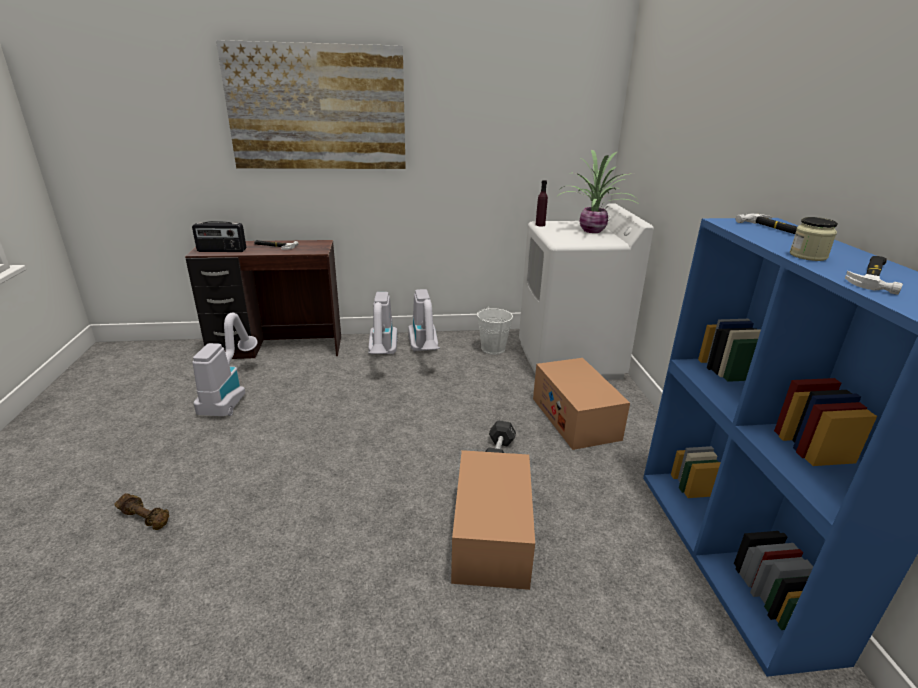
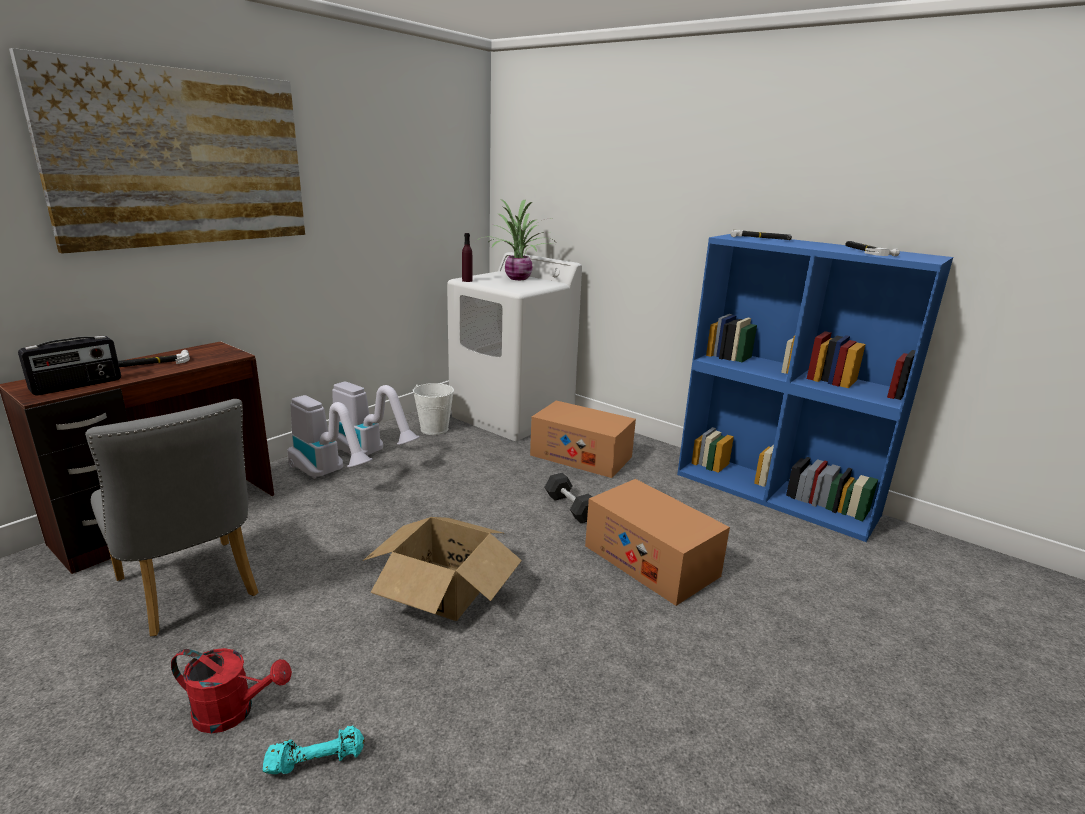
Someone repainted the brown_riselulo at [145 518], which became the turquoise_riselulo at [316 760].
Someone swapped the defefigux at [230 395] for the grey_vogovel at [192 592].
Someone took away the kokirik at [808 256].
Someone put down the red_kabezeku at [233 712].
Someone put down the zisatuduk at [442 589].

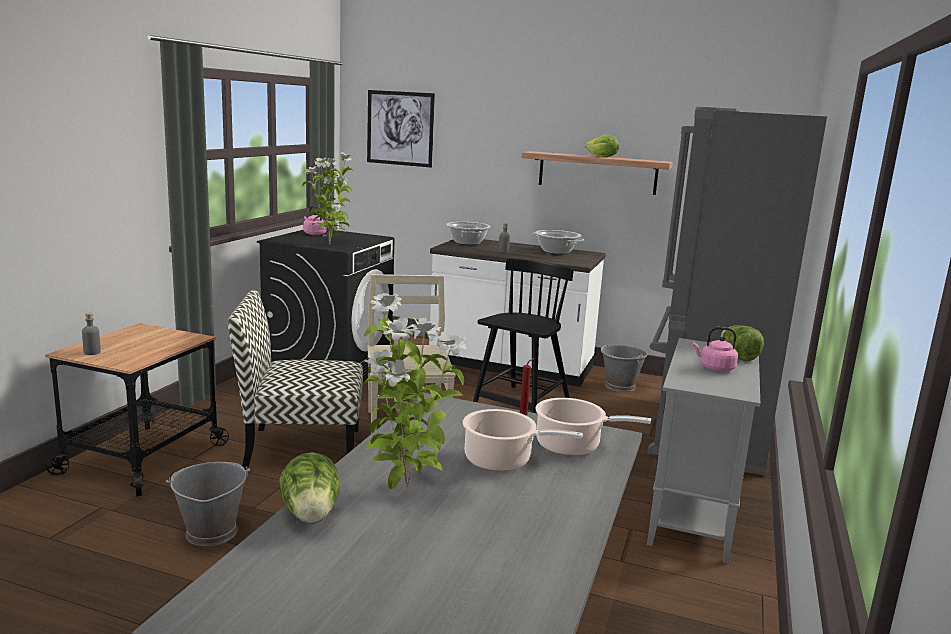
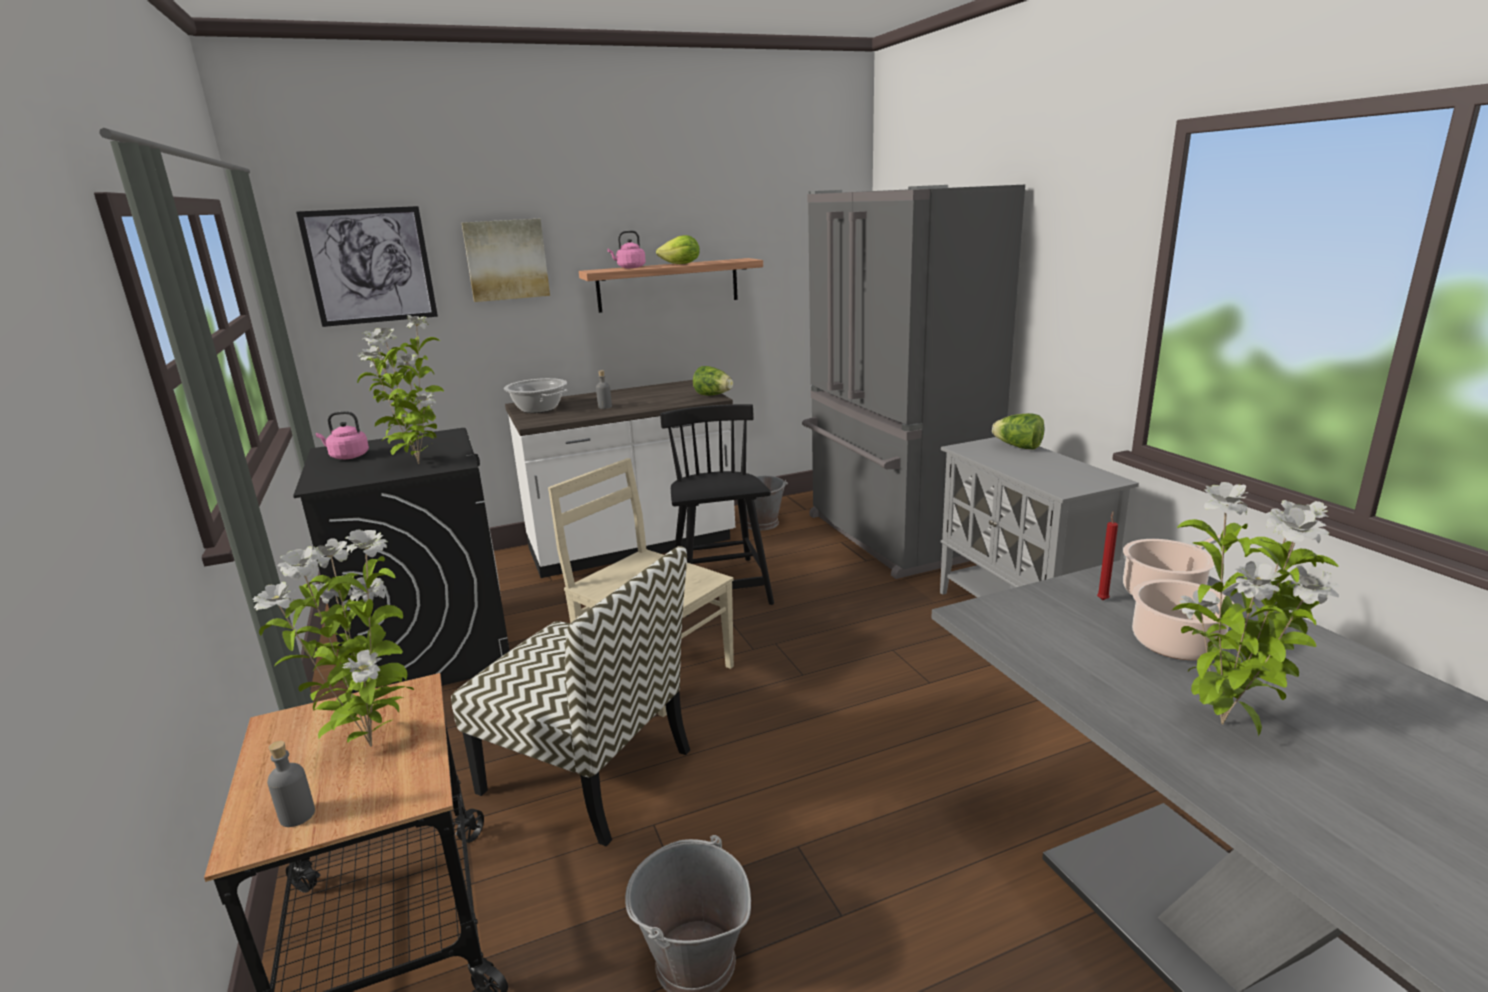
Someone rotated the vogovel at [300 448] by 105 degrees counterclockwise.
Someone carried the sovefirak from [311 515] to [713 395].
Someone took away the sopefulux at [556 251].
Someone carried the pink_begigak from [715 368] to [629 267].
Someone put down the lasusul at [371 744].
Someone put up the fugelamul at [506 260].

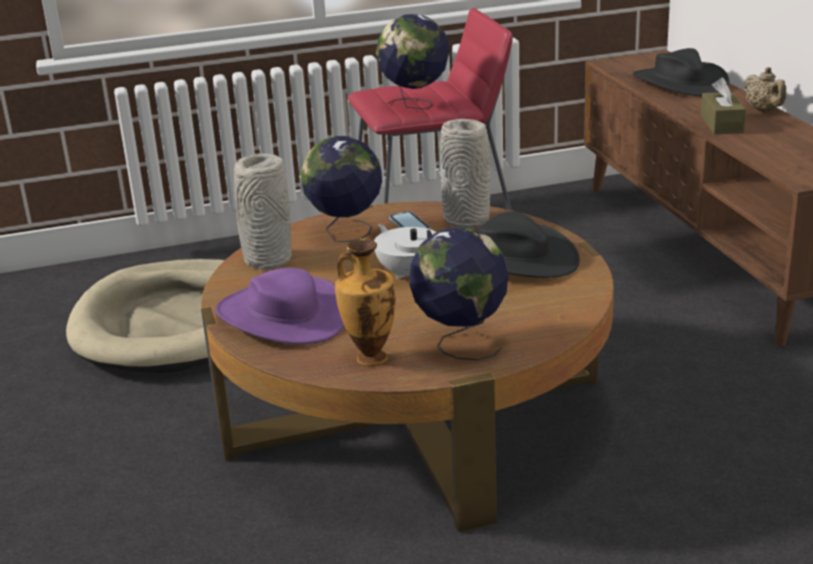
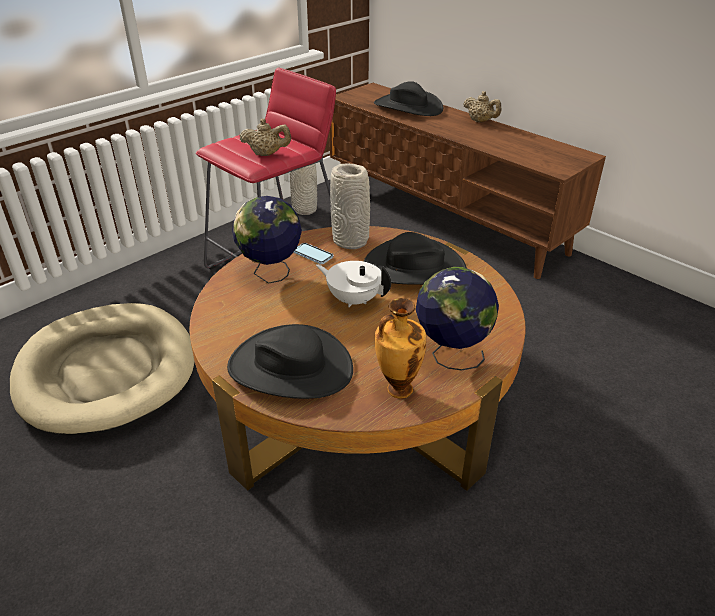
Someone repainted the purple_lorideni at [283 315], which became the black_lorideni at [290 367].
Someone carried the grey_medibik from [266 260] to [304 210].
Someone swapped the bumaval at [415 106] for the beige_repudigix at [266 154].
Someone took away the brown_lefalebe at [721 124].

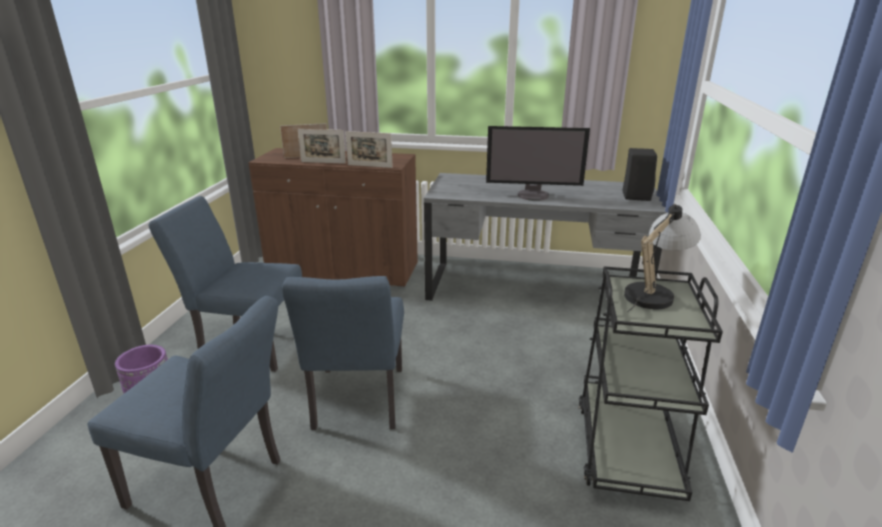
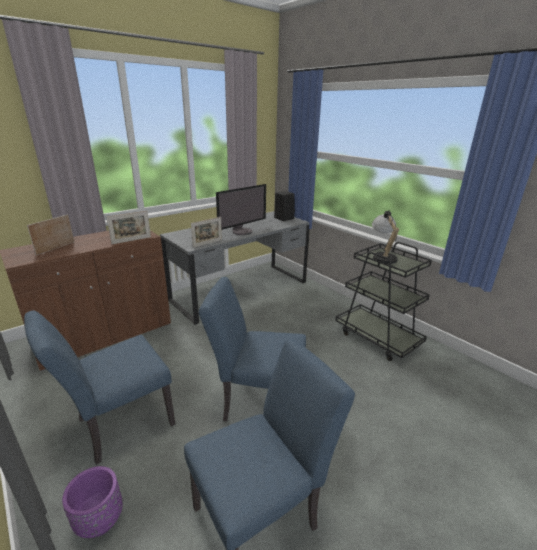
Someone rotated the blue_vogovel at [357 404] by 150 degrees clockwise.
Someone carried the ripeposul from [323 162] to [207 243].

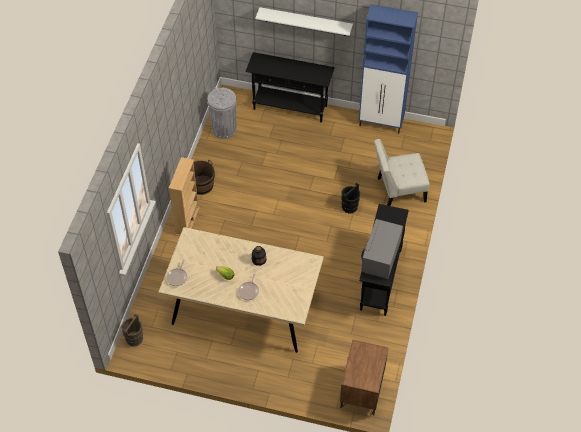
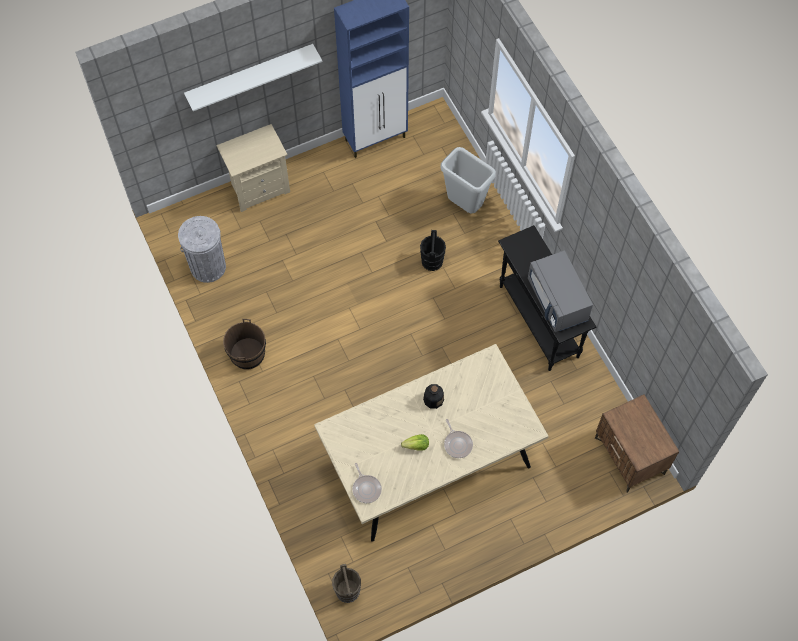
Someone took away the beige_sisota at [187 221].
Someone swapped the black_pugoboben at [290 108] for the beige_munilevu at [259 188].
Someone swapped the white_vogovel at [398 190] for the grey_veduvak at [464 205].

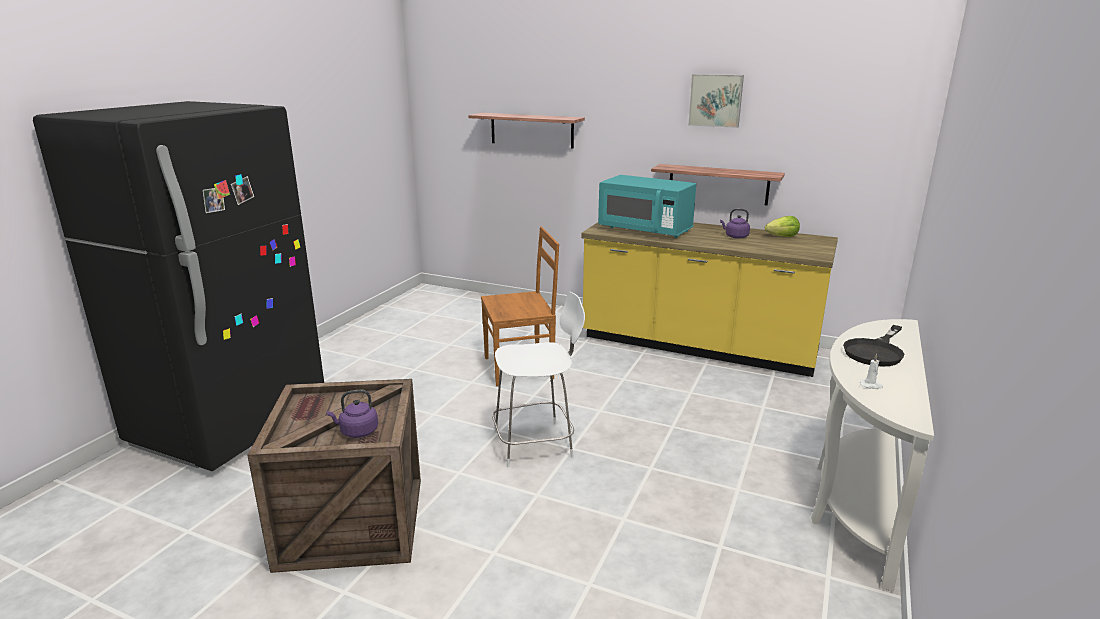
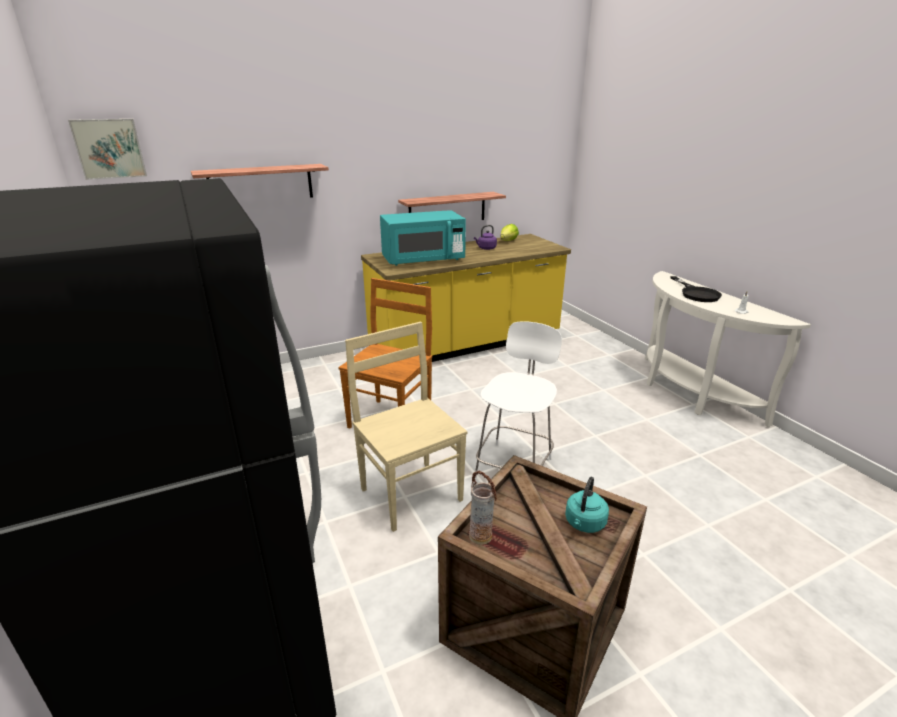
Someone repainted the purple_begigak at [357 432], which became the turquoise_begigak at [584 524].
Someone carried the fugelamul from [716 100] to [109 148].
Someone put down the beige_vogovel at [410 493].
Someone put down the medibik at [481 535].

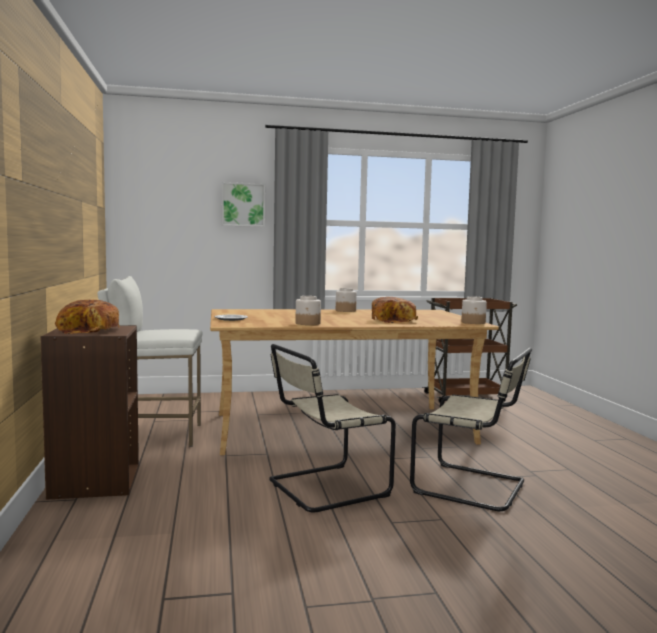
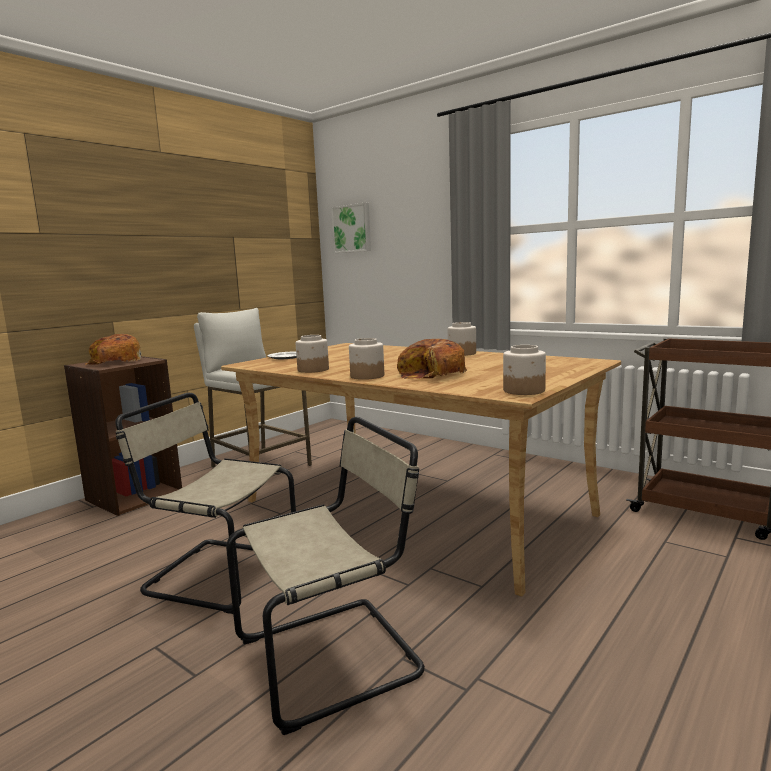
Someone carried the fugelamul from [243 204] to [352 228].
Someone rotated the beige_vogovel at [473 487] by 105 degrees counterclockwise.
Someone put down the kokirik at [367 376].

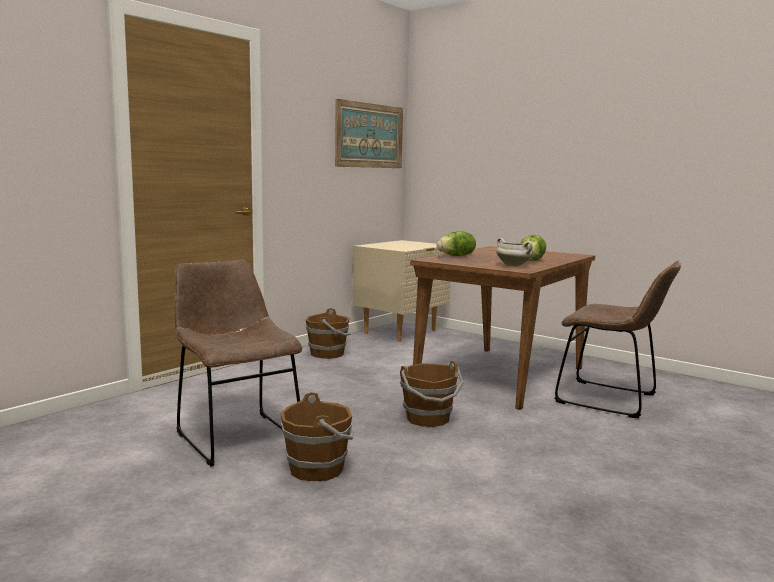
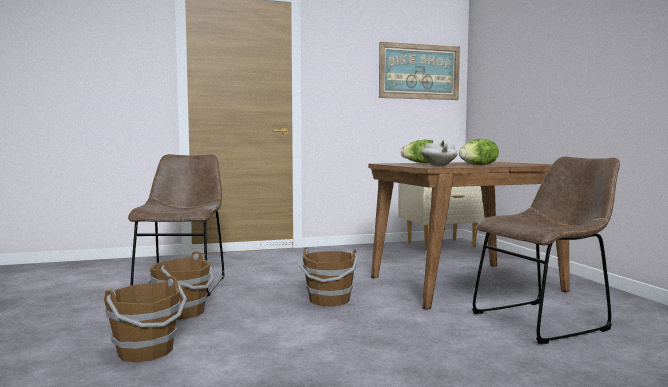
Someone carried the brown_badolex from [328 354] to [146 351].
Someone rotated the brown_vogovel at [612 400] by 90 degrees counterclockwise.

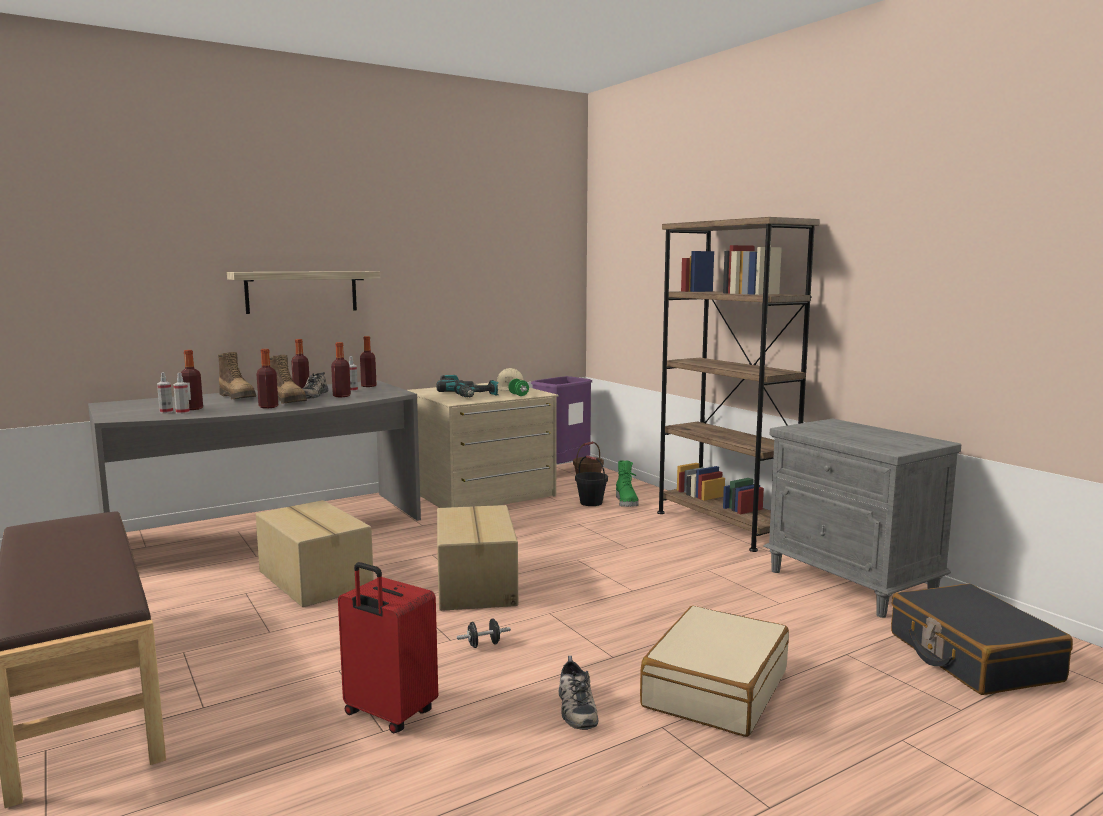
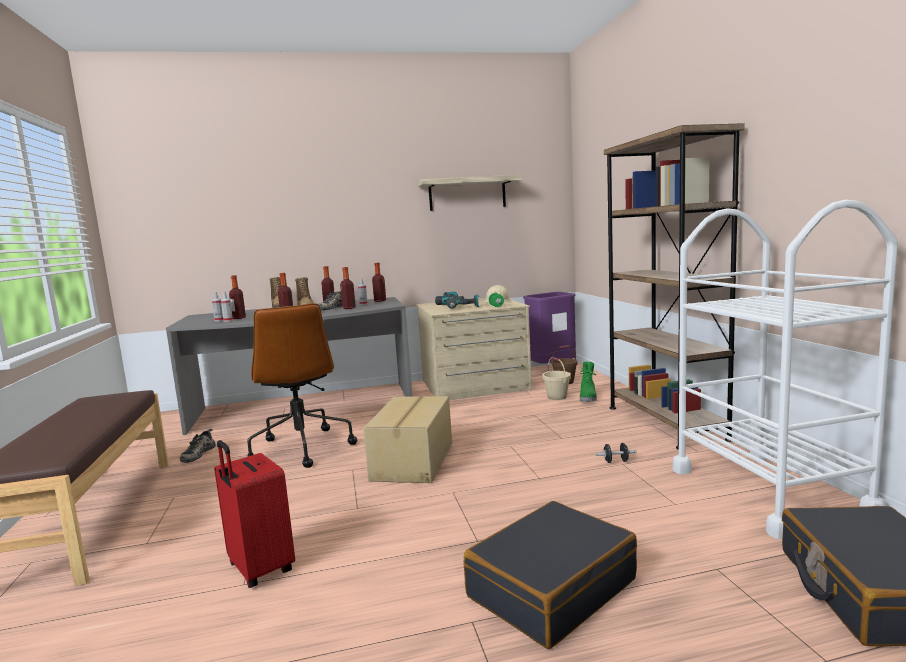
Someone carried the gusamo from [302 291] to [467 194].
Someone swapped the zisatuduk at [314 580] for the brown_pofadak at [301 448].
Someone carried the black_riselulo from [483 645] to [616 461].
Someone carried the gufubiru from [575 707] to [197 453].
Someone repainted the black_badolex at [591 503], which became the beige_badolex at [557 397].
Someone repainted the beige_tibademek at [714 688], which became the black_tibademek at [551 587].
Someone swapped the grey_munilevu at [852 584] for the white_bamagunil at [768 491].

